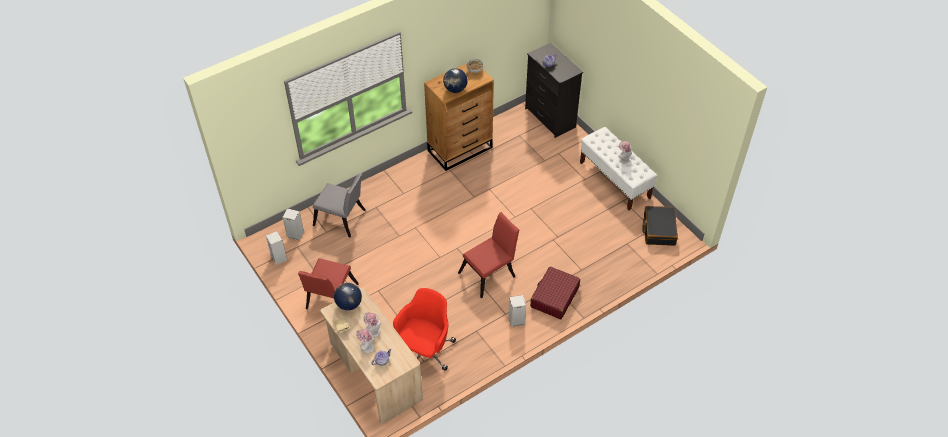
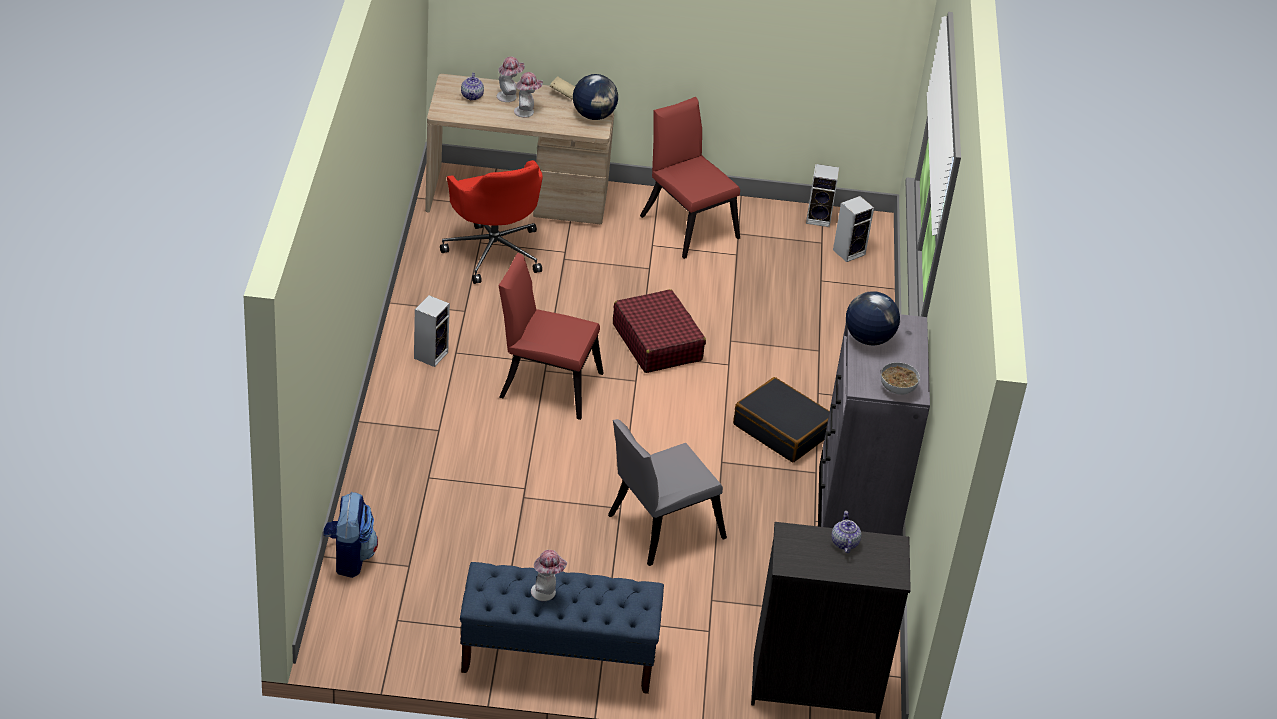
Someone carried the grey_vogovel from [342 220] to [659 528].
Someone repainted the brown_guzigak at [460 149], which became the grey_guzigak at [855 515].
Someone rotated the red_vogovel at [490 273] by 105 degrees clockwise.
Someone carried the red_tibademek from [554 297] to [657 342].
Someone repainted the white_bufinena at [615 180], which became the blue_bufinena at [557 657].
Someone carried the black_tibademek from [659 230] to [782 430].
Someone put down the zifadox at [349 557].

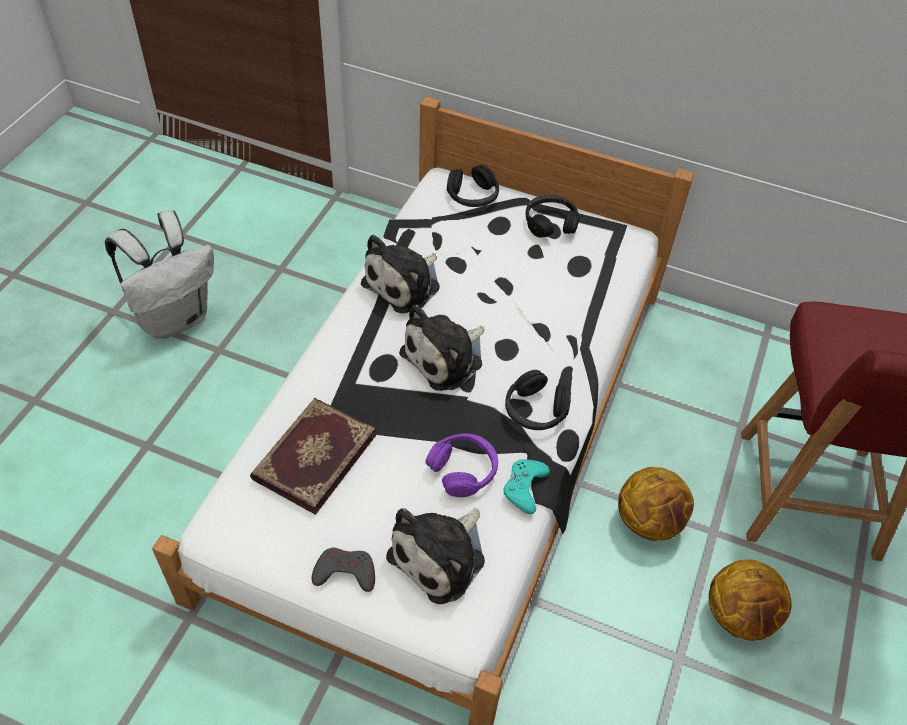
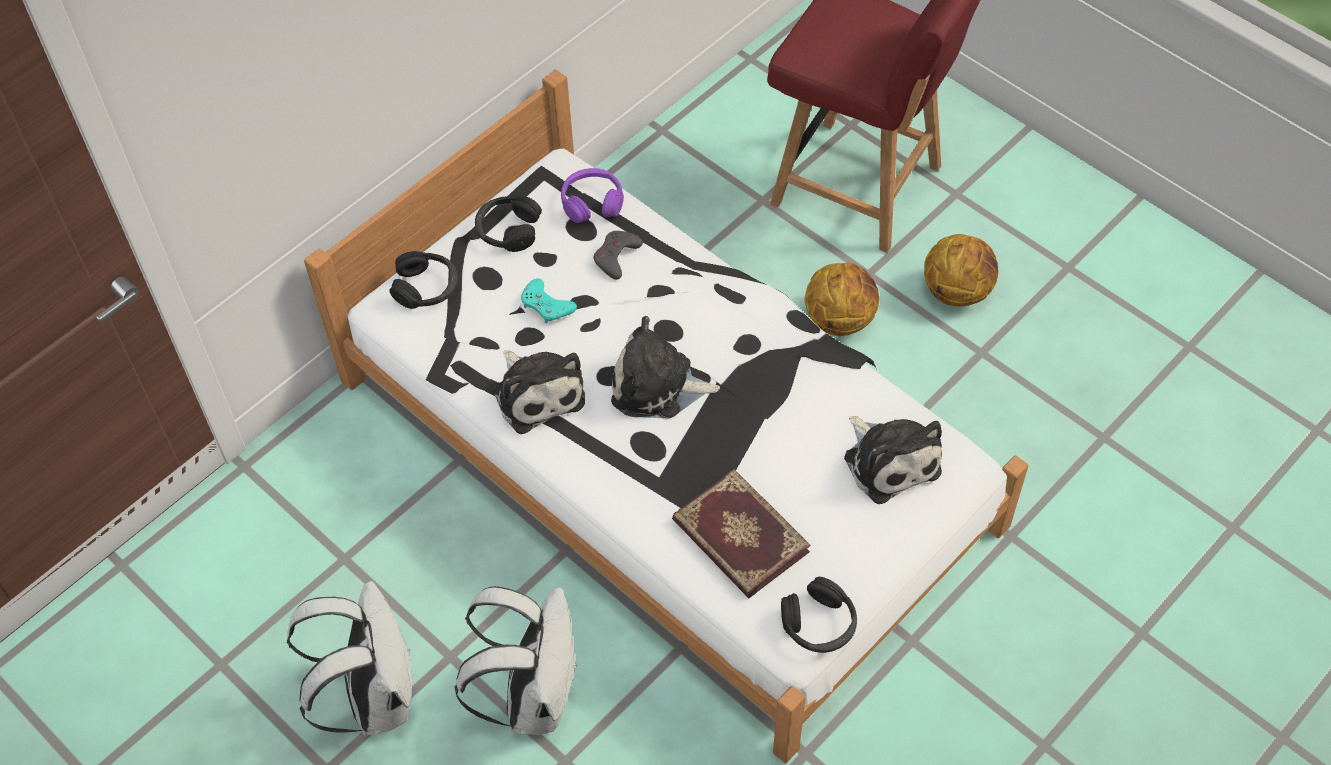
Someone carried the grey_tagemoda from [345 572] to [616 257].
Someone rotated the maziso at [446 357] by 120 degrees clockwise.
Someone carried the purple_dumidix from [463 470] to [592 202].
Someone carried the turquoise_tagemoda from [524 487] to [546 305].
Someone carried the black_dumidix from [535 410] to [819 624].
Someone put down the white_zifadox at [533 696].

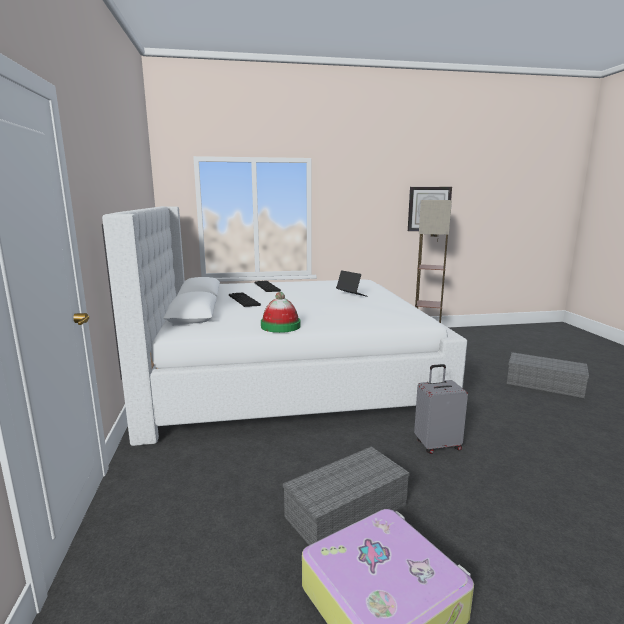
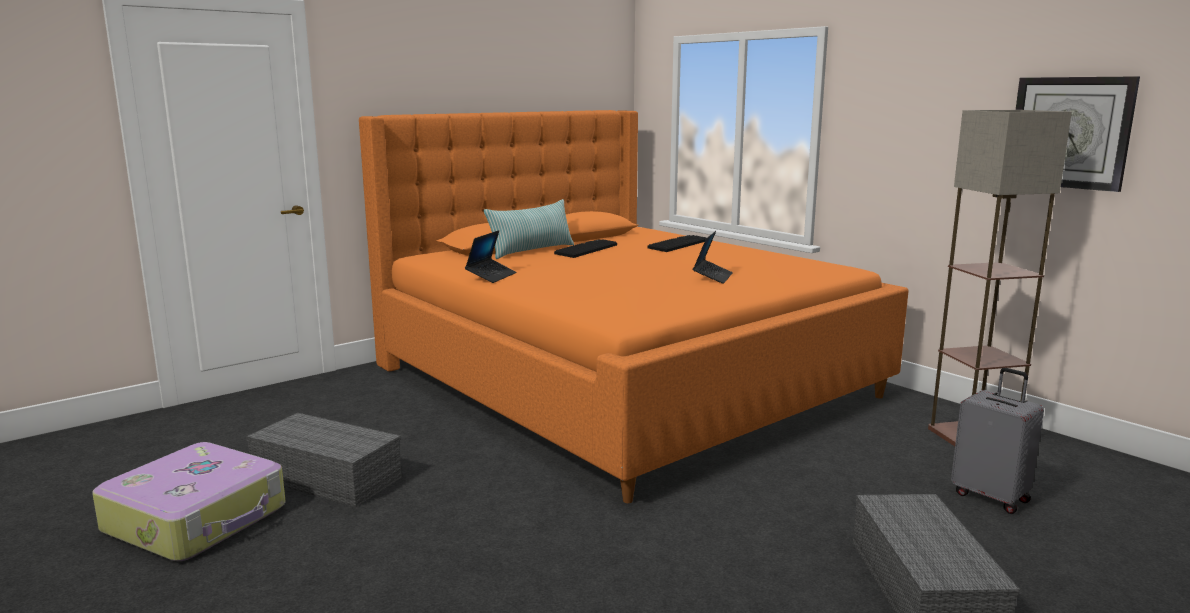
Someone repainted the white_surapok at [287 375], which became the orange_surapok at [622 379].
Someone swapped the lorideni at [280 326] for the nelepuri at [491 276].
Someone carried the grey_tibademek from [437 445] to [991 496].
Someone put down the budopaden at [531 251].

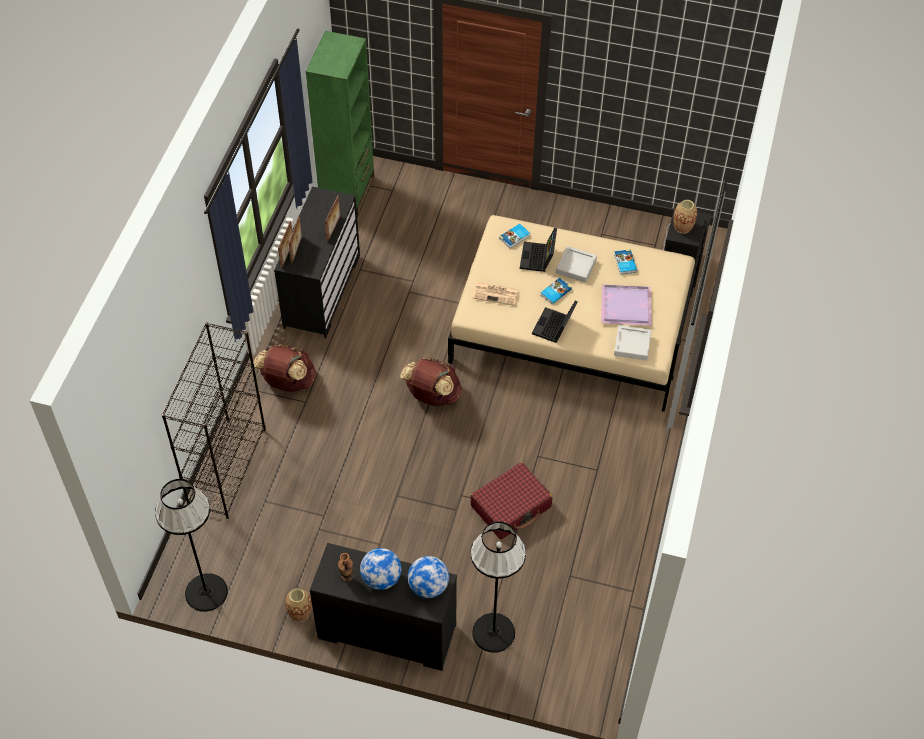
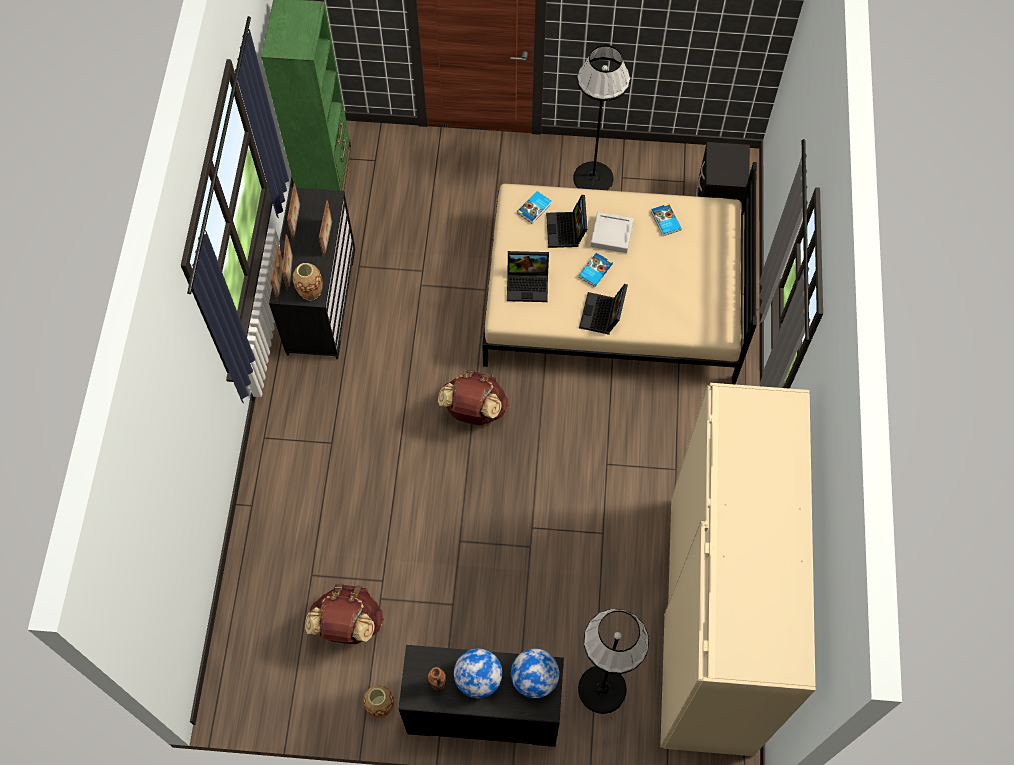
Someone carried the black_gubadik from [206 592] to [593 178].
Someone took away the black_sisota at [227 467].
Someone carried the brown_zifadox from [288 382] to [348 625].
Someone took away the red_tibademek at [511 506].
Someone swapped the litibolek at [496 294] for the nelepuri at [528 284].
Someone took away the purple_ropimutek at [625 305].
Someone took away the grey_ropimutek at [632 345].
Someone carried the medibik from [682 227] to [310 291].
Someone put down the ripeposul at [296 221].
Someone put down the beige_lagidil at [709 623].

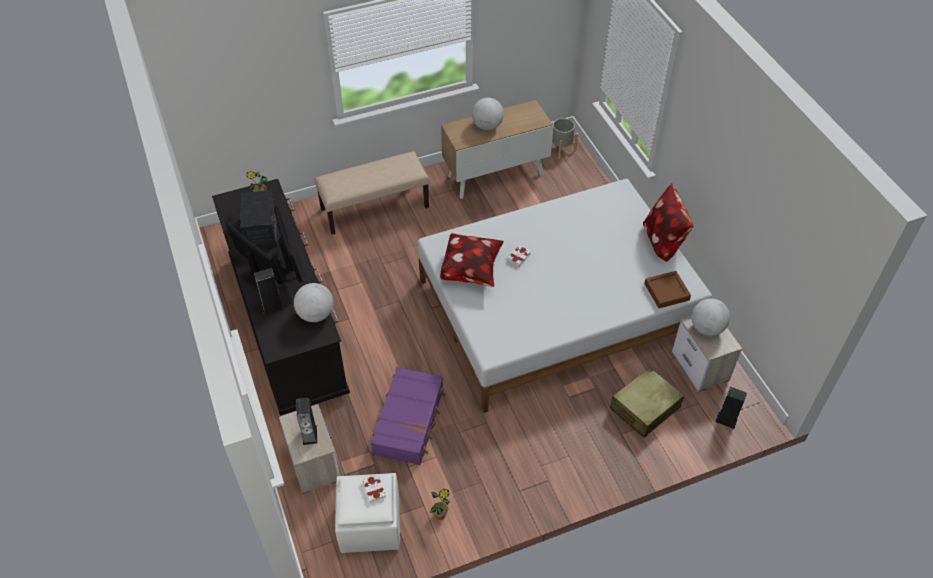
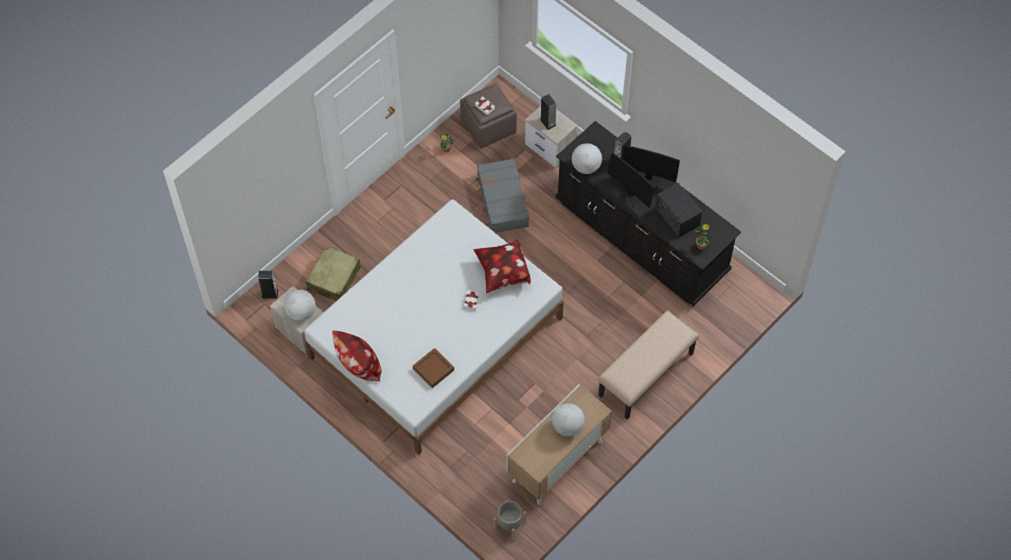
Someone repainted the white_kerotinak at [369 525], which became the brown_kerotinak at [488 126].
Someone repainted the purple_tibademek at [409 421], which became the grey_tibademek at [502 201].
Someone carried the brown_ropimutek from [666 292] to [433 369].

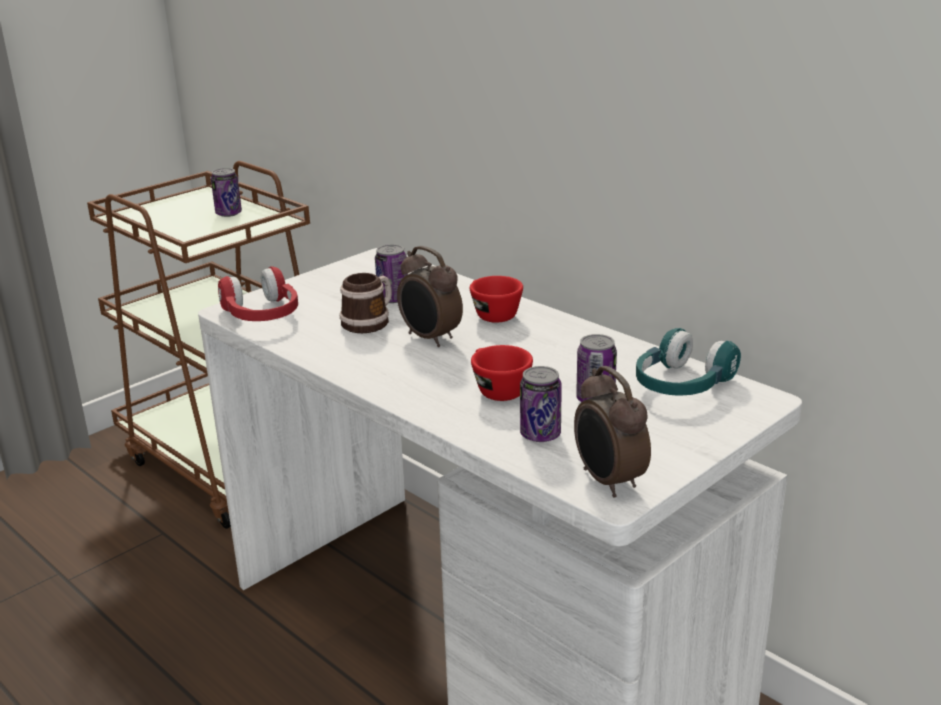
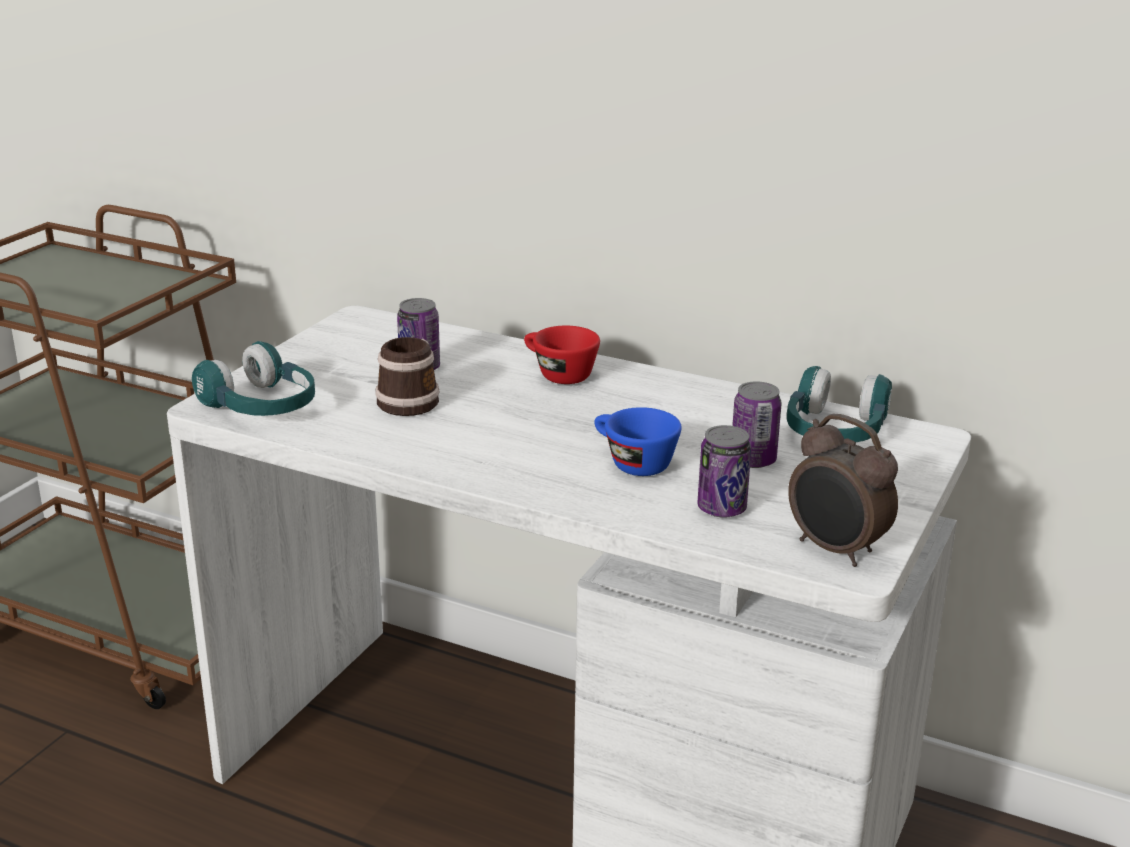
Someone took away the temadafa at [228 213].
Someone repainted the red_dumidix at [262 315], which became the turquoise_dumidix at [261 407].
Someone took away the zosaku at [430 338].
Someone repainted the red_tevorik at [496 389], which became the blue_tevorik at [632 463].

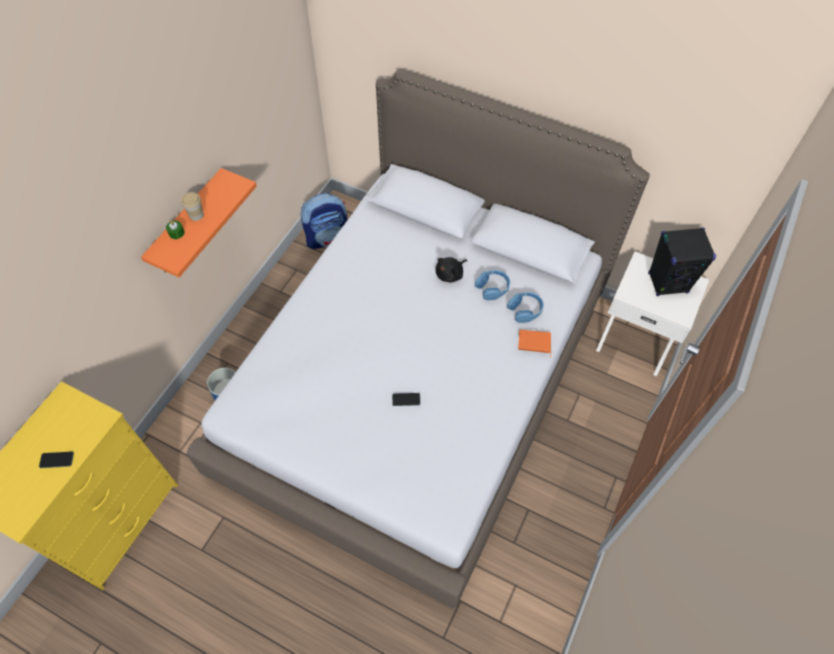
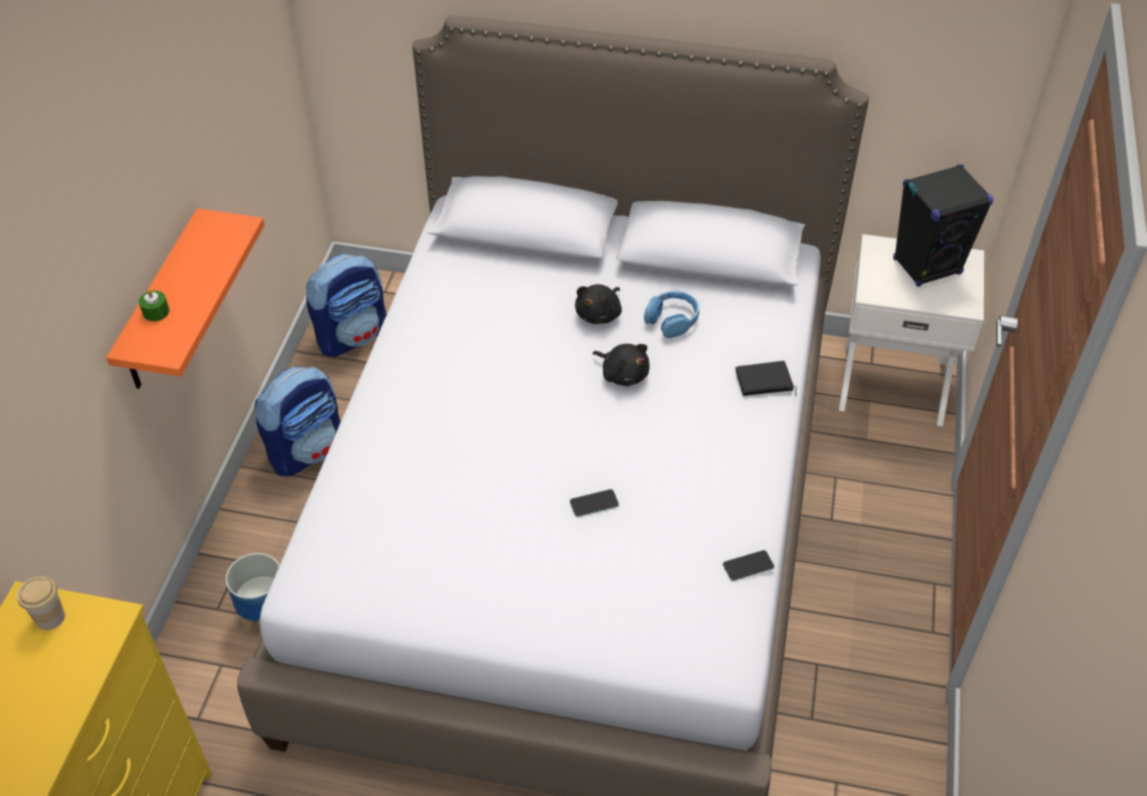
Someone carried the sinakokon from [56 460] to [748 566].
Someone carried the tevorik from [196 215] to [50 617].
Someone took away the blue_dumidix at [525 310].
Someone repainted the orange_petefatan at [534 343], which became the black_petefatan at [764 382].
Someone put down the zifadox at [307 450].
Someone put down the black_maziso at [623 374].

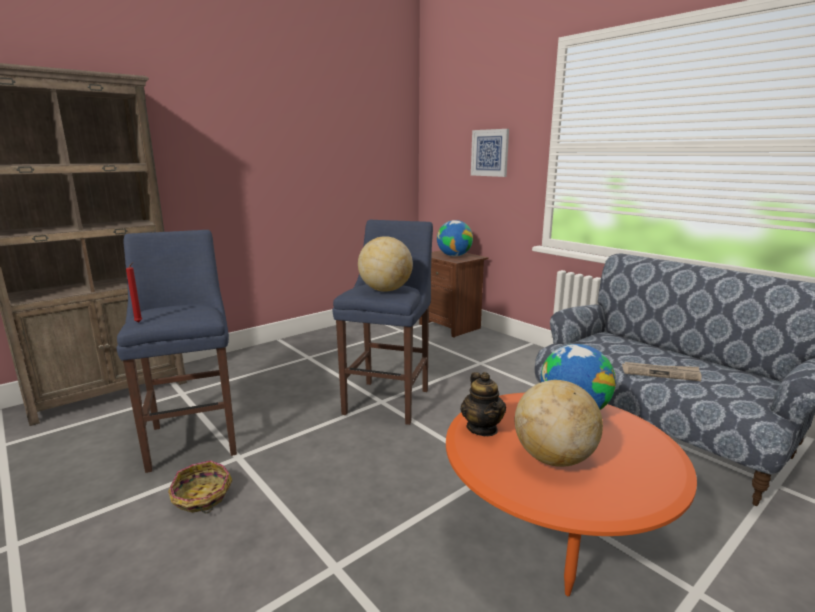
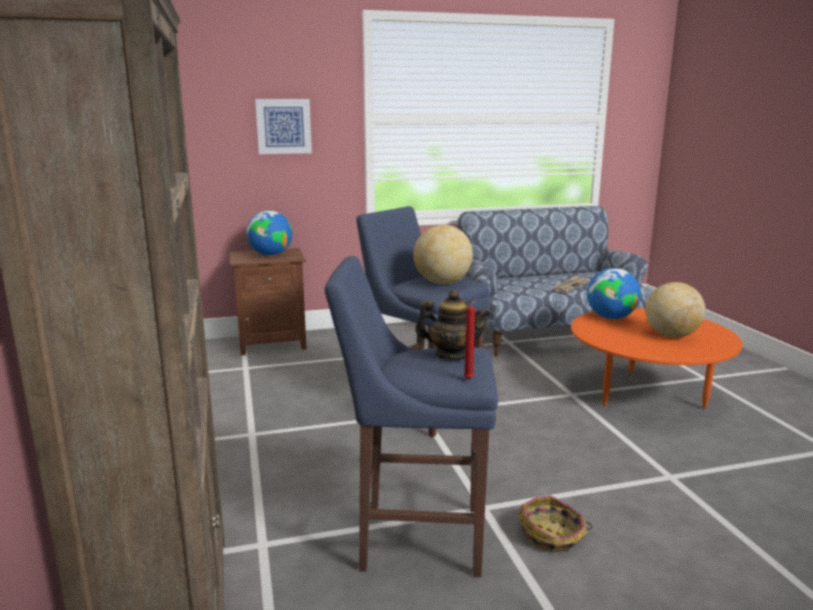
Someone carried the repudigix from [482 428] to [452 355].

